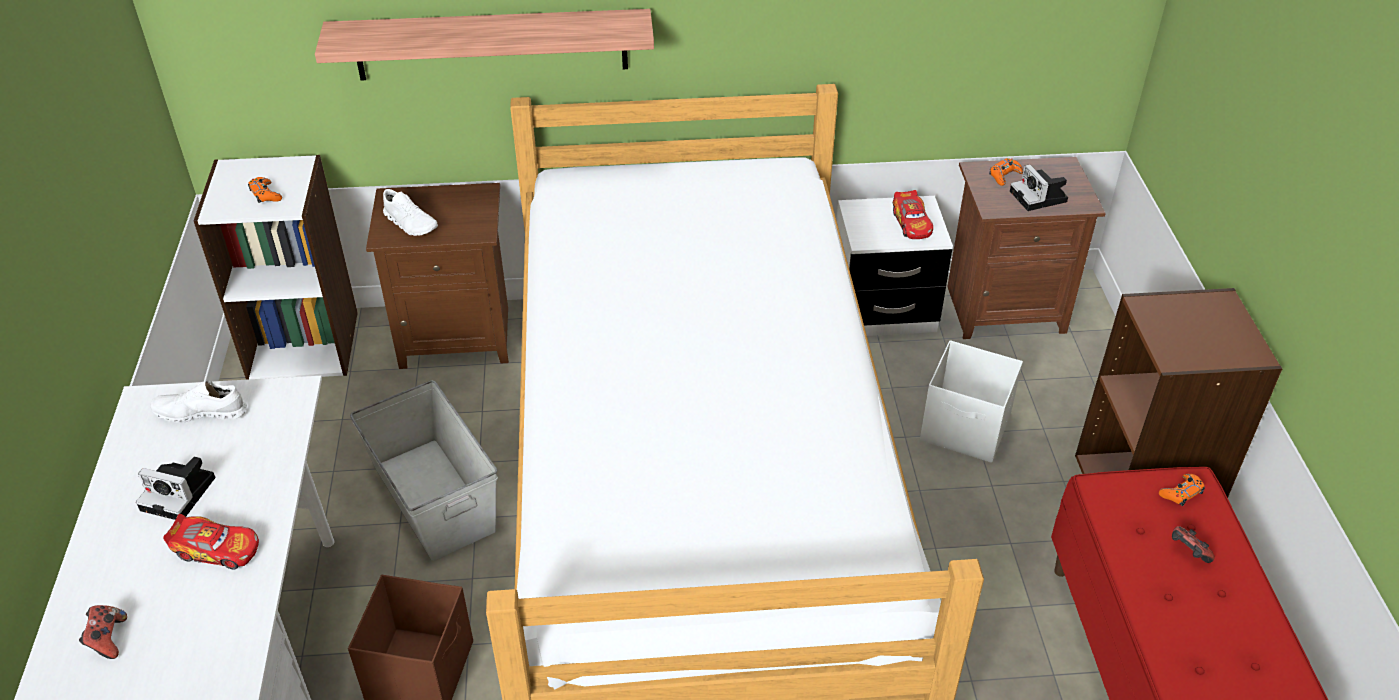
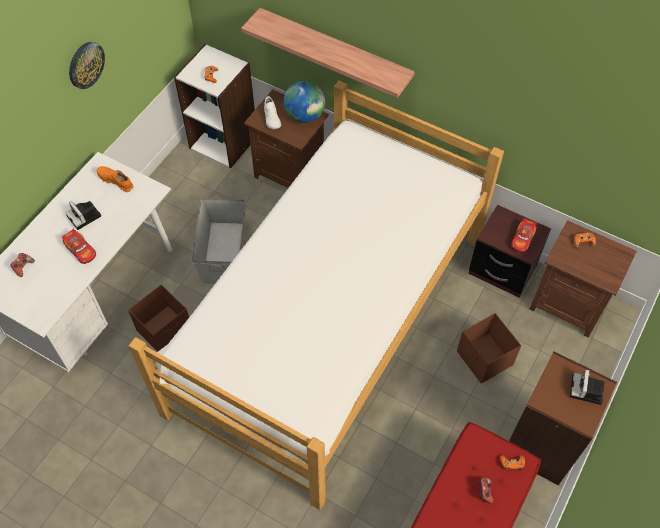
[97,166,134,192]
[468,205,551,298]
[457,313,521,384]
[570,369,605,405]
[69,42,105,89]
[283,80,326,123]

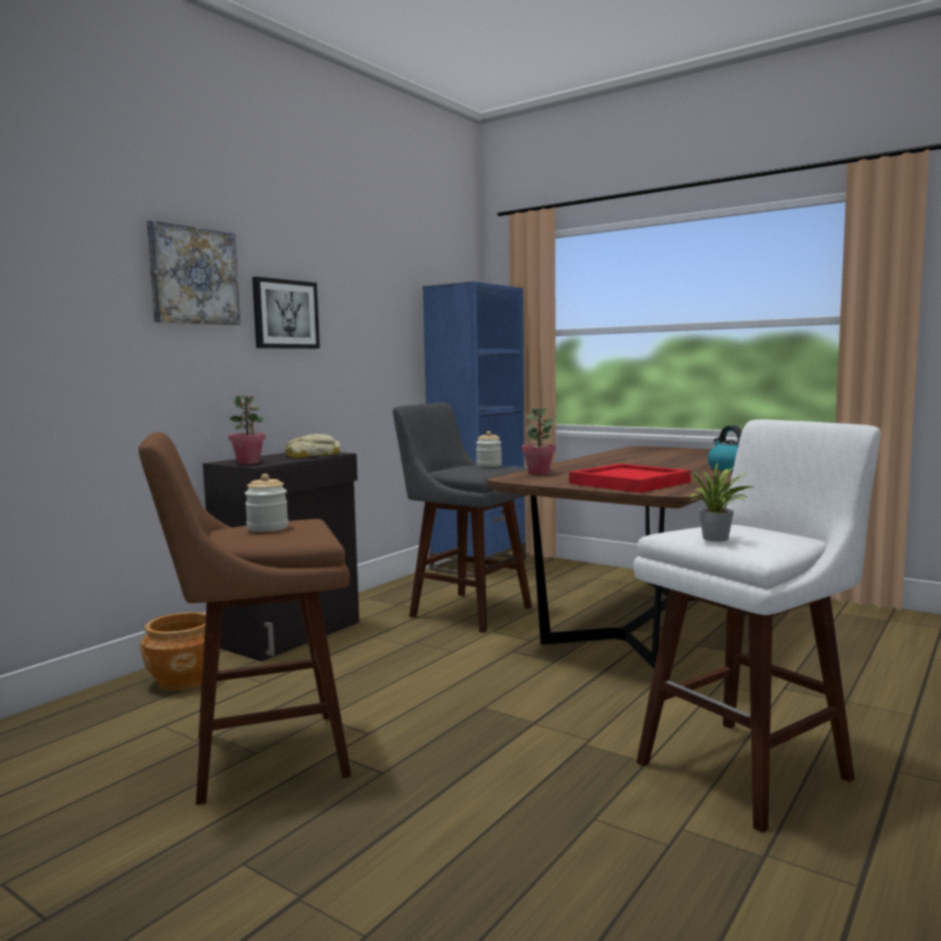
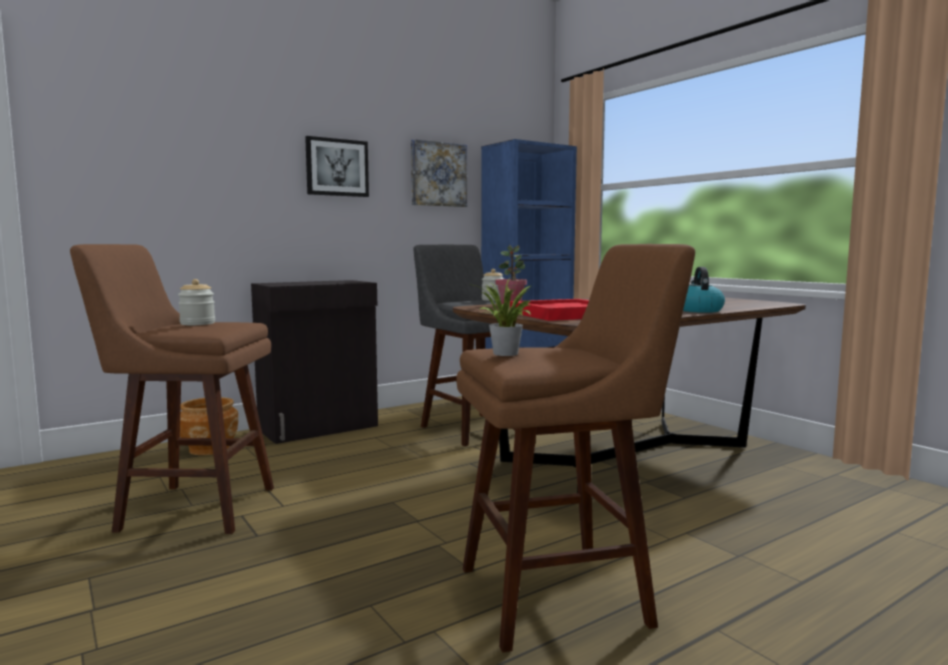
[411,139,467,207]
[228,395,266,464] (first image)
[285,434,340,458] (first image)
[456,244,695,653]

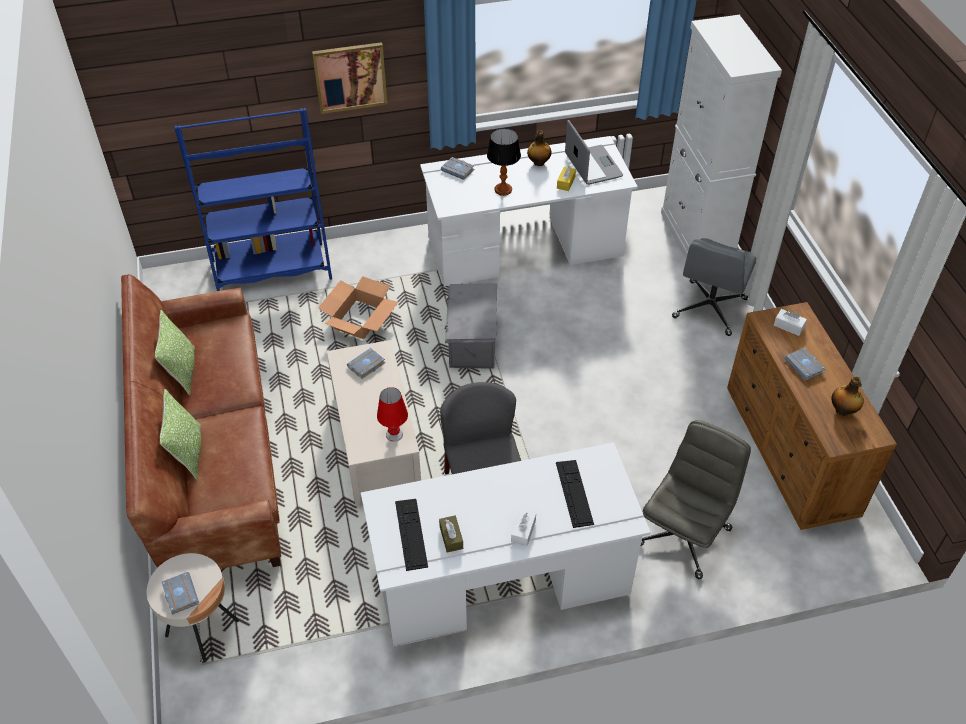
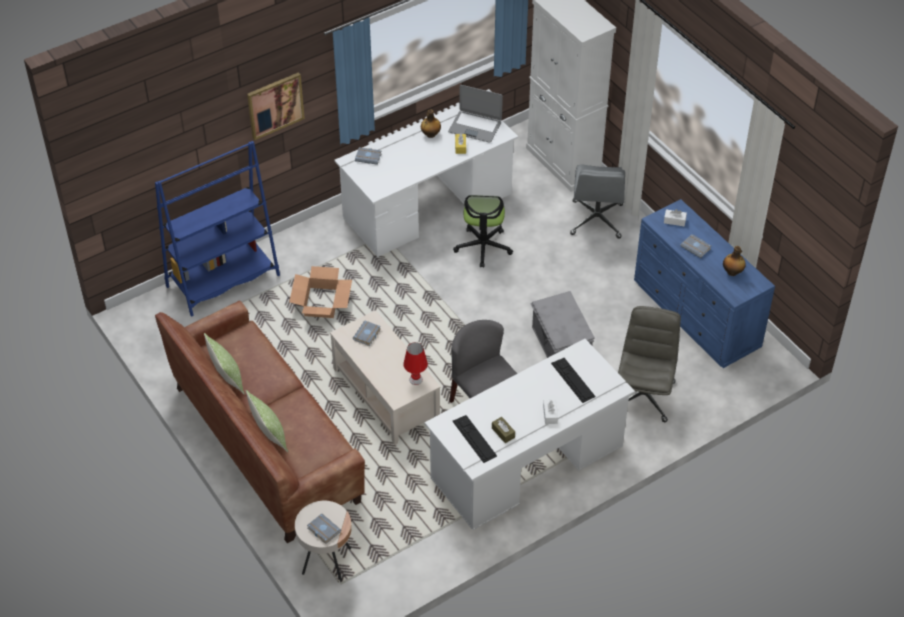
[530,291,595,358]
[487,128,521,196] (first image)
[448,85,503,143]
[634,199,775,368]
[453,195,513,268]

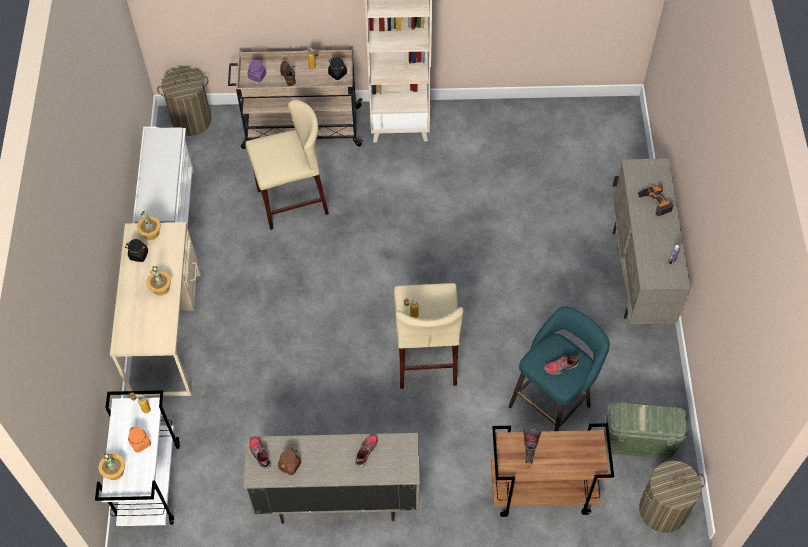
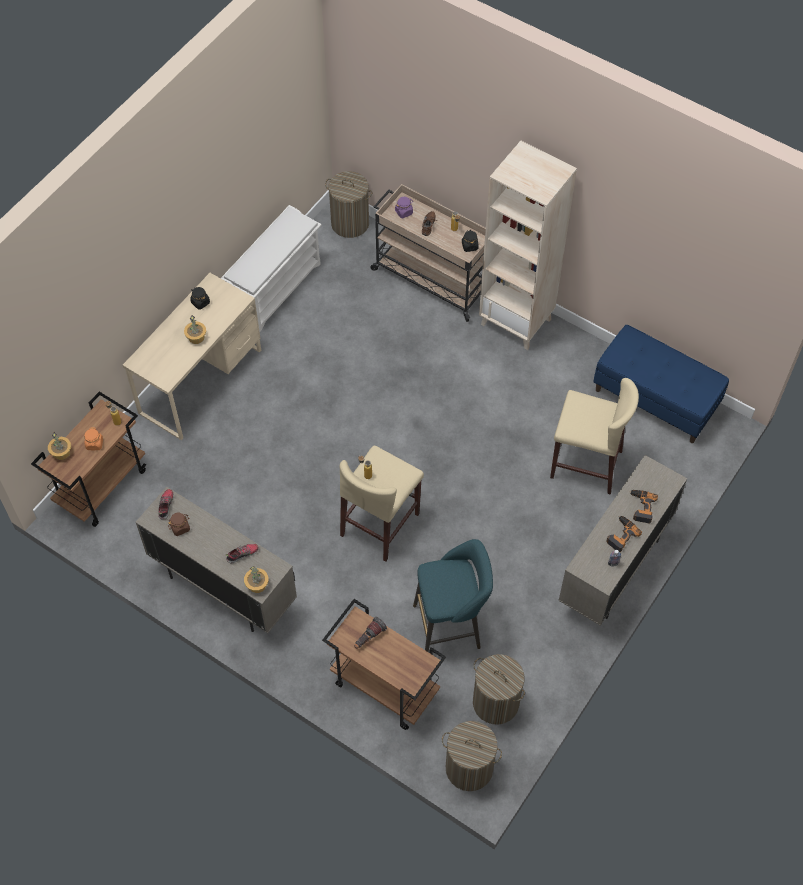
[31,392,146,527]
[244,566,269,593]
[550,378,639,495]
[544,355,579,375] (first image)
[473,654,525,725]
[593,325,729,443]
[606,516,642,552]

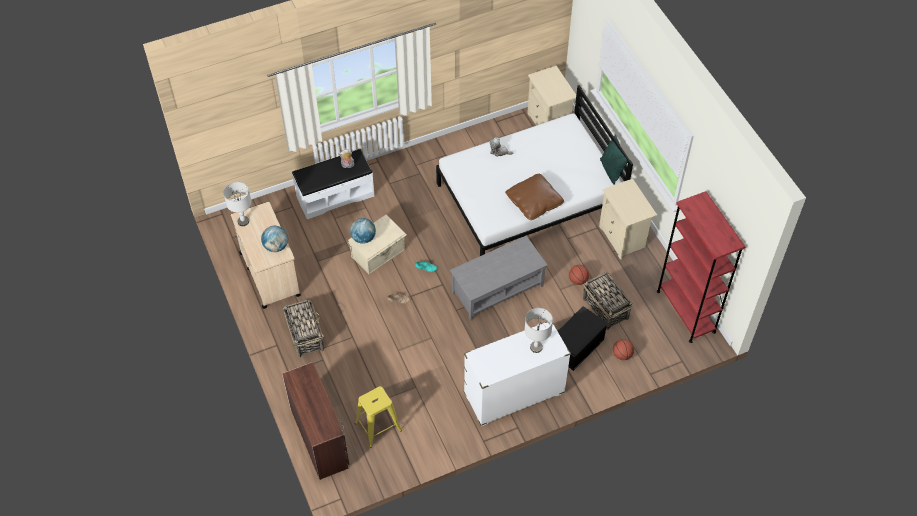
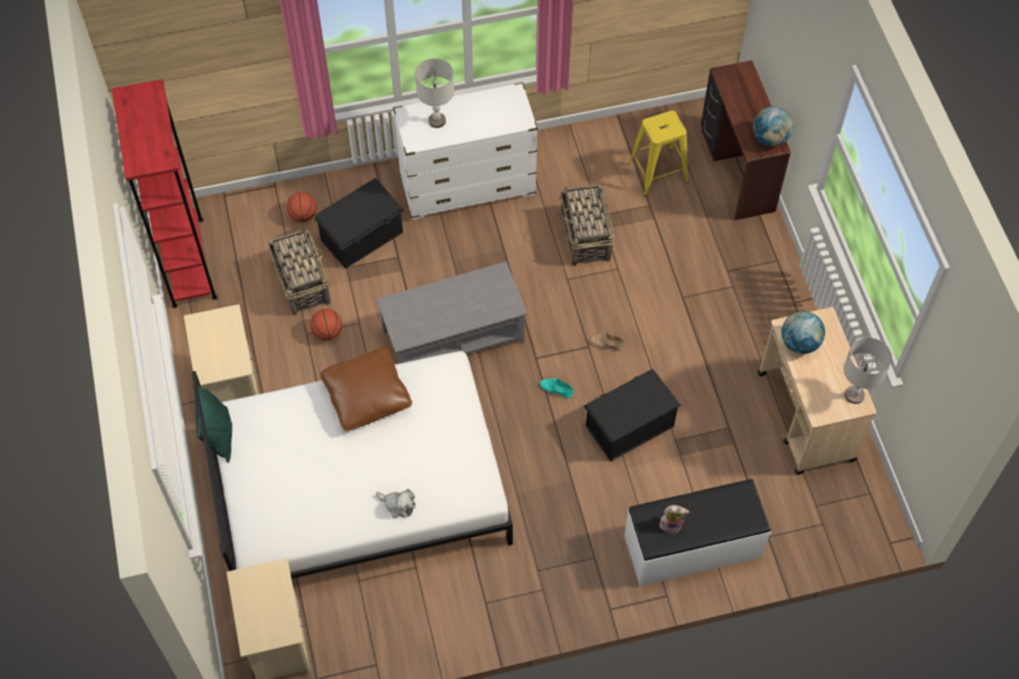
[560,185,614,266]
[584,369,680,461]
[753,106,793,146]

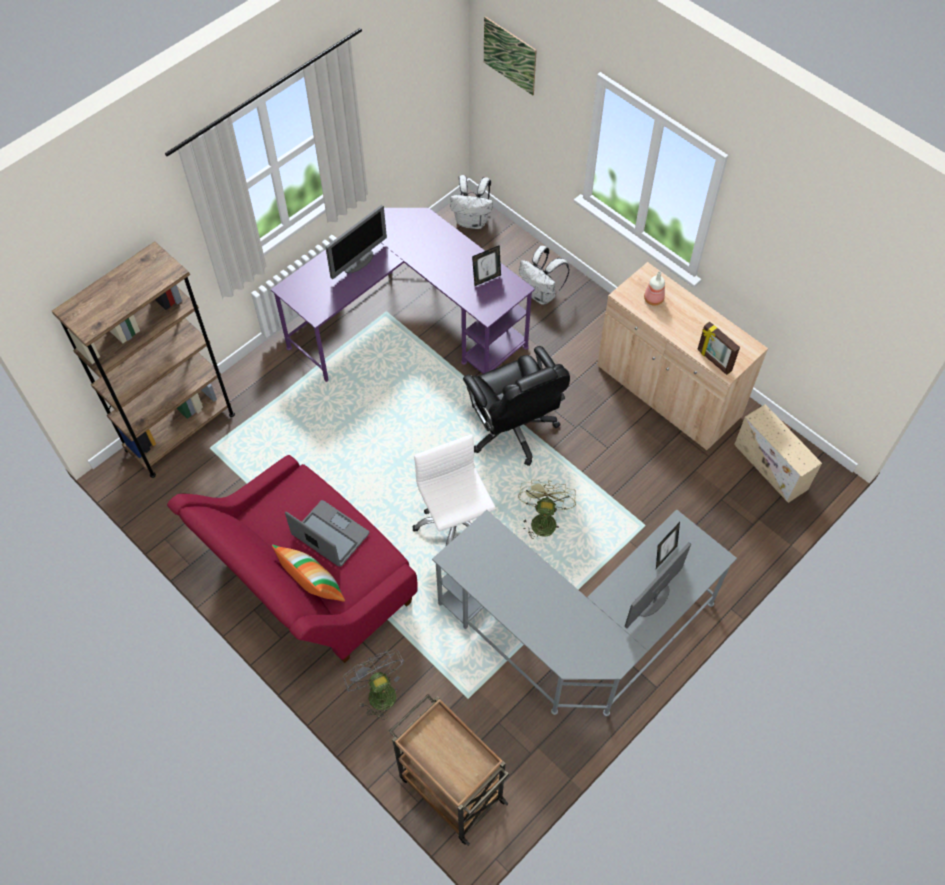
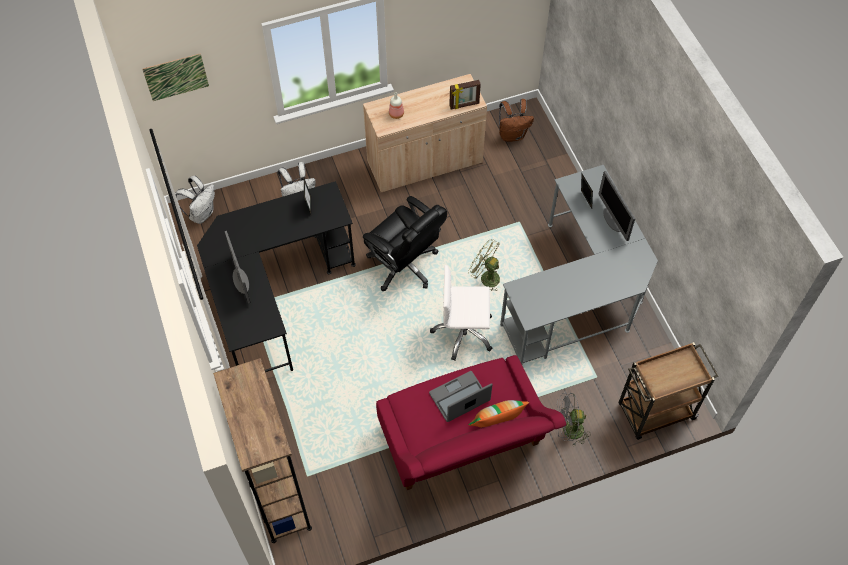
[197,181,356,372]
[363,196,447,291]
[499,99,534,142]

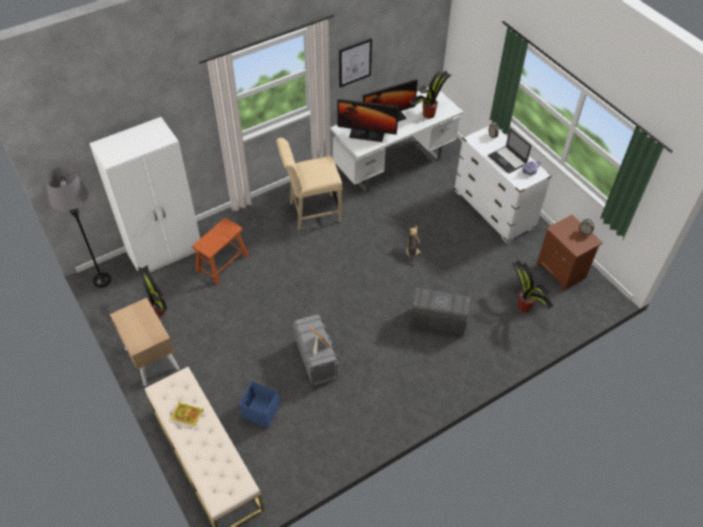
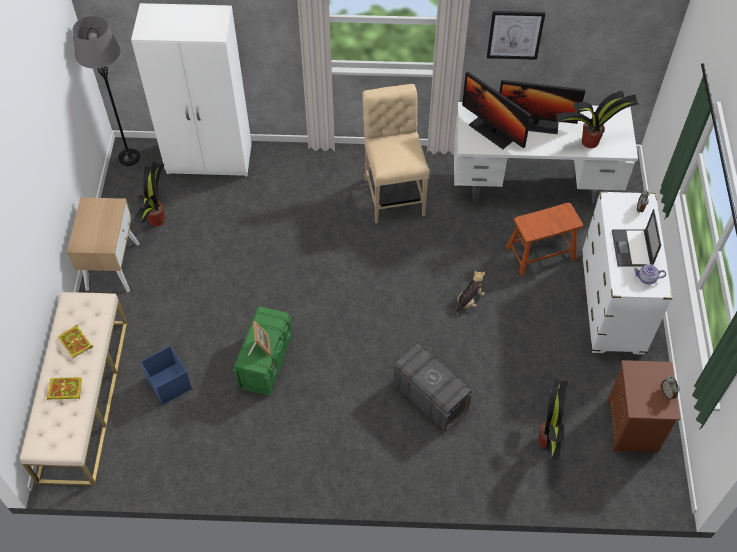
[506,203,583,275]
[362,84,430,224]
[233,306,292,396]
[47,377,82,400]

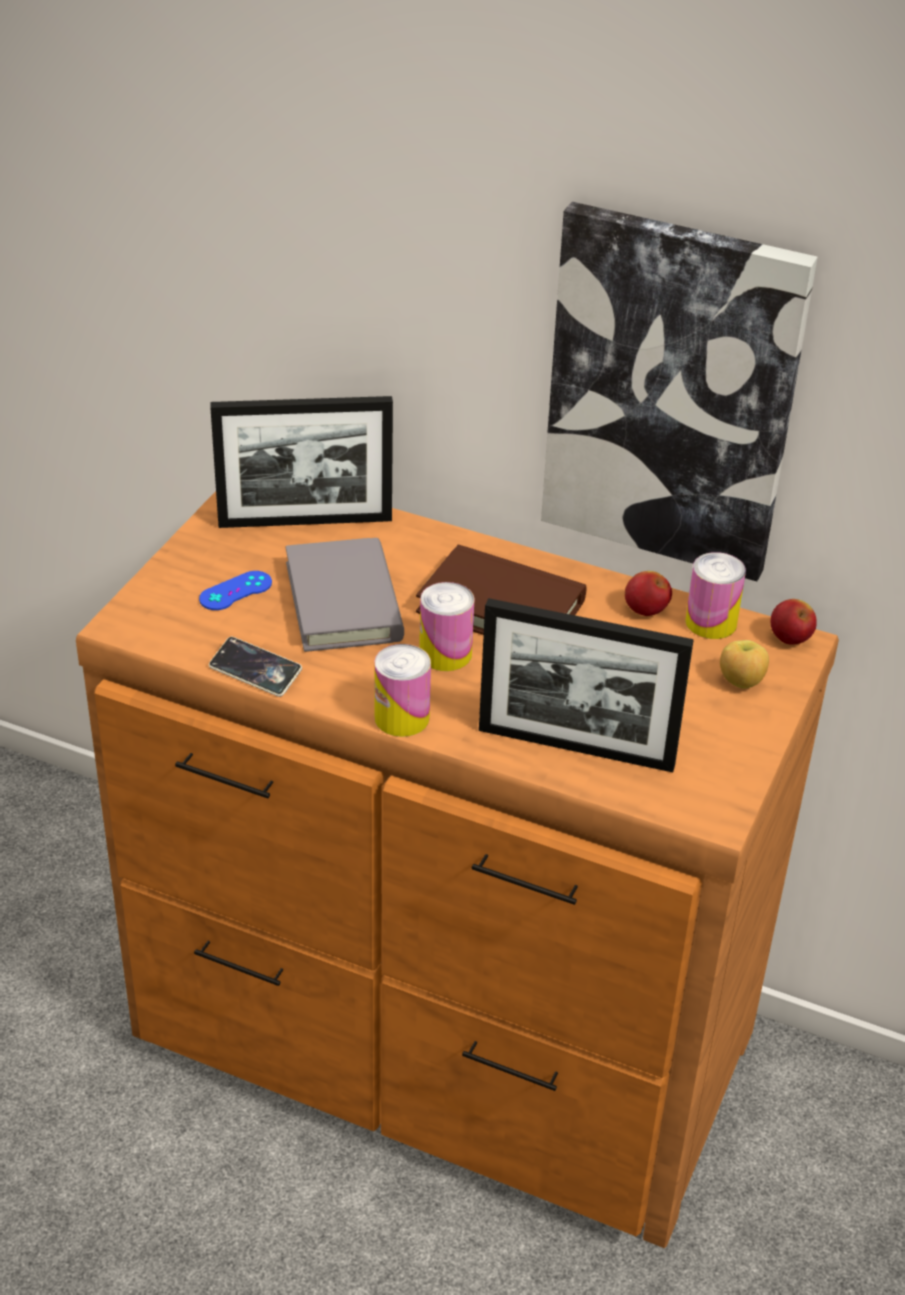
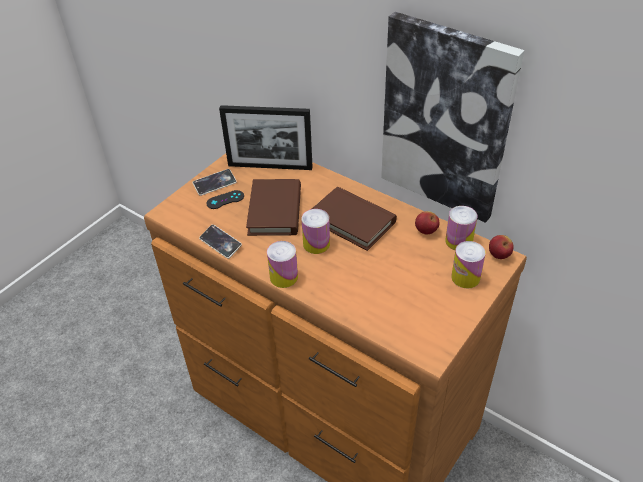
[206,190,244,209]
[246,179,301,236]
[479,598,694,772] (first image)
[451,241,486,289]
[193,169,237,196]

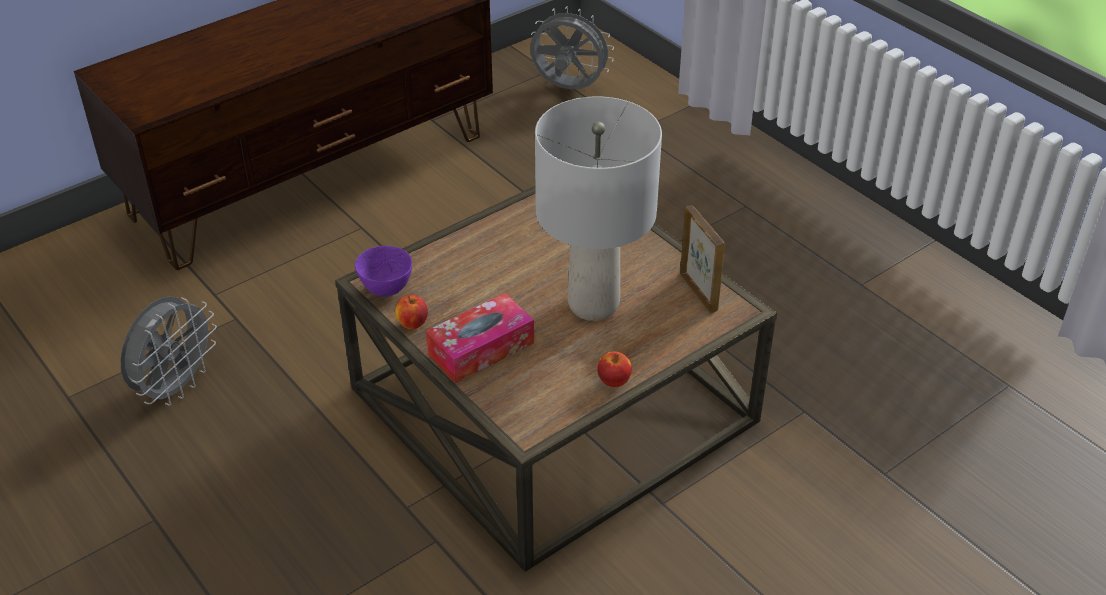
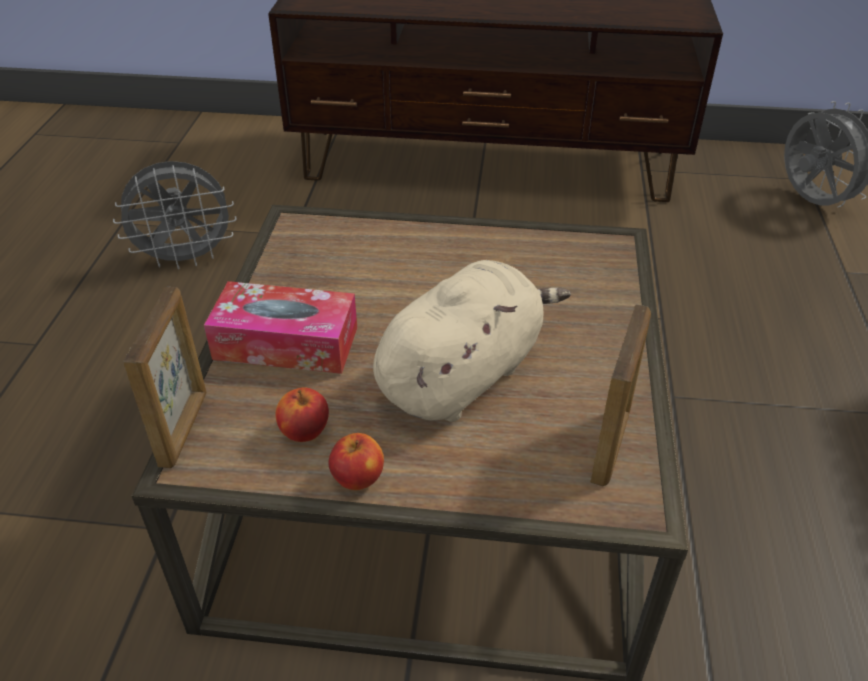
[355,246,412,297] (first image)
[275,387,329,442]
[373,260,571,422]
[123,287,207,469]

